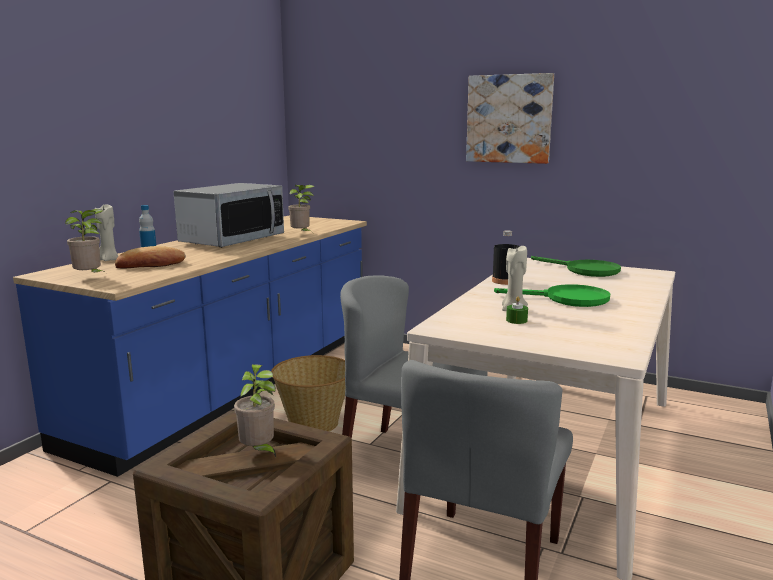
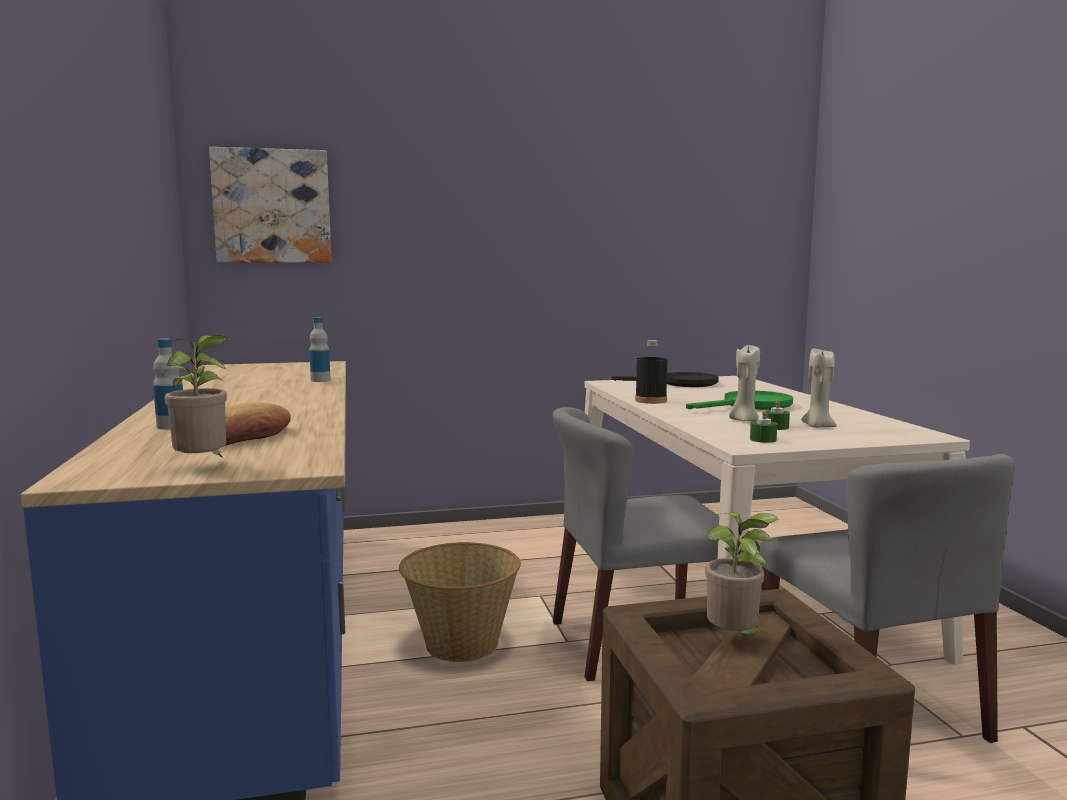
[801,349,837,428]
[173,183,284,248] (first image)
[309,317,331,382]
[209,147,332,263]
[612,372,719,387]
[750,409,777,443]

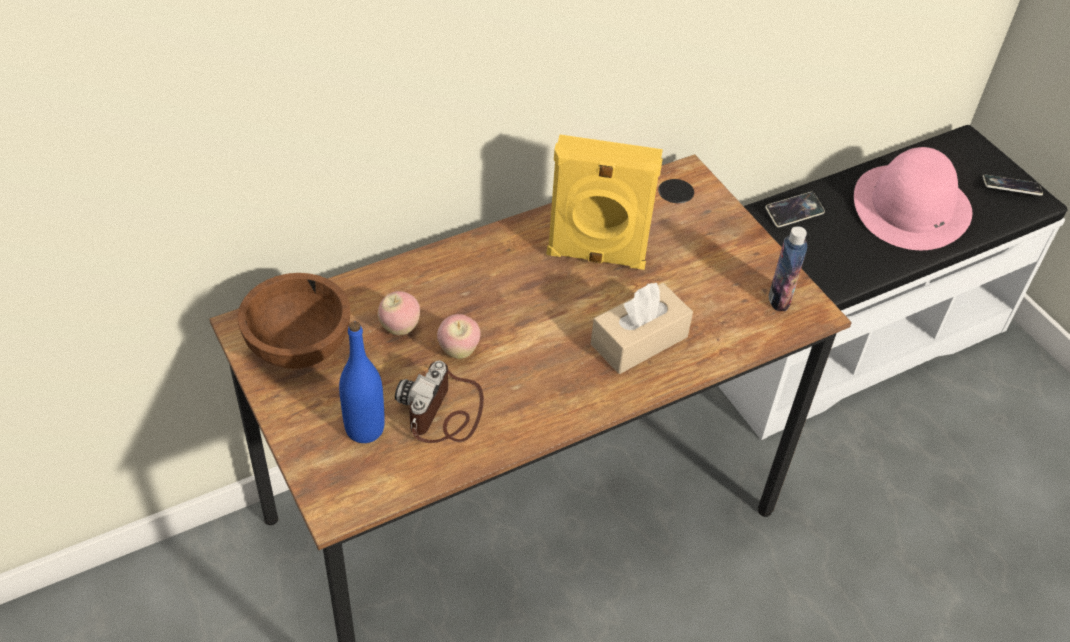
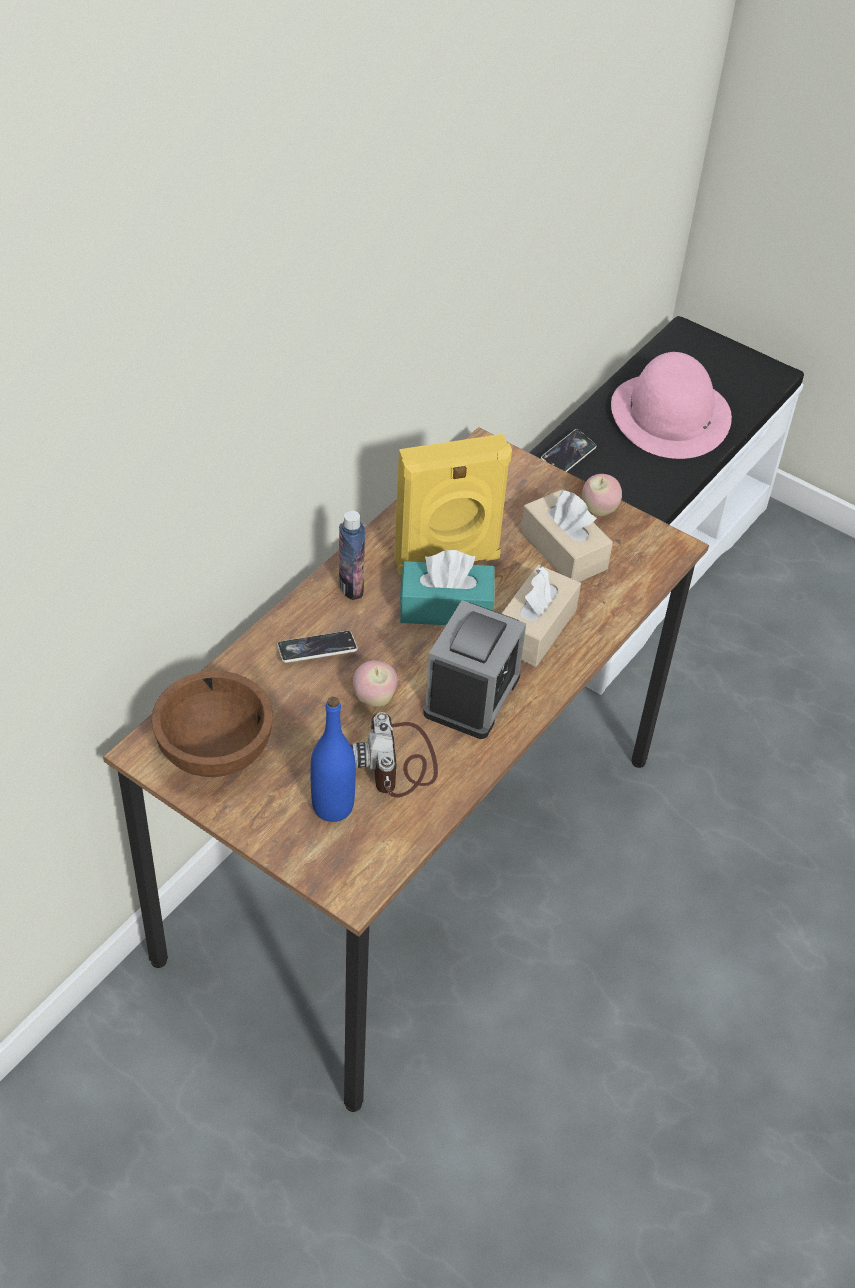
[582,474,622,516]
[339,510,365,600]
[277,631,358,663]
[400,550,495,625]
[423,600,526,739]
[521,488,613,582]

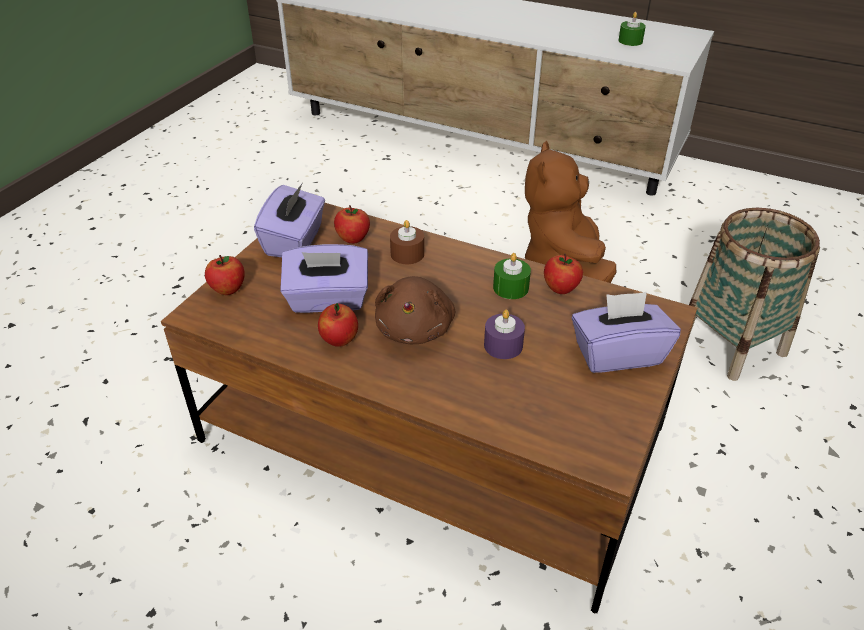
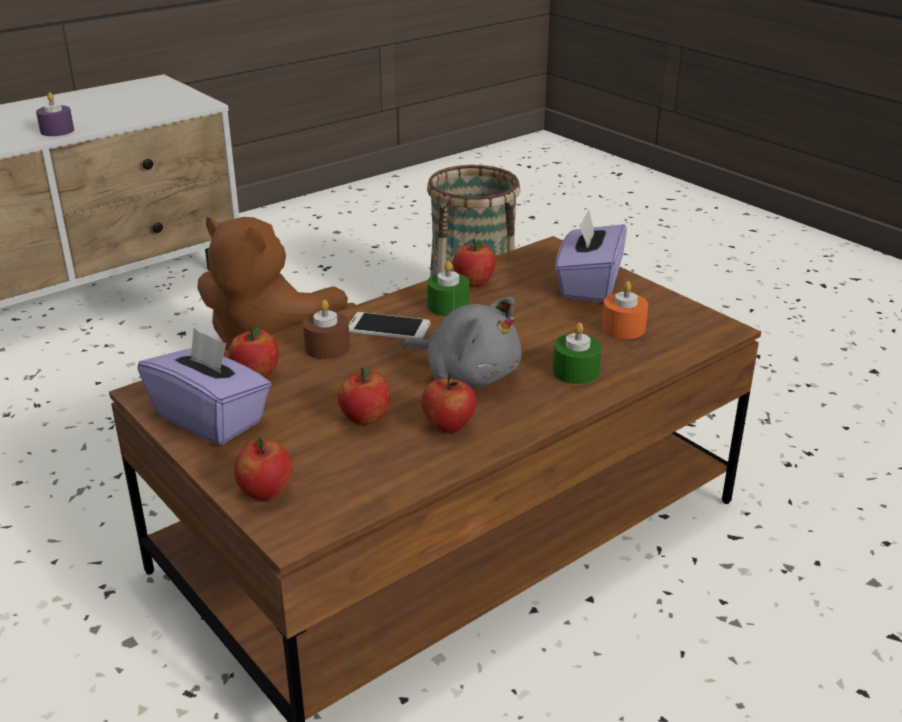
[338,367,390,426]
[403,297,522,386]
[36,92,74,136]
[553,323,602,385]
[349,312,430,339]
[602,281,648,339]

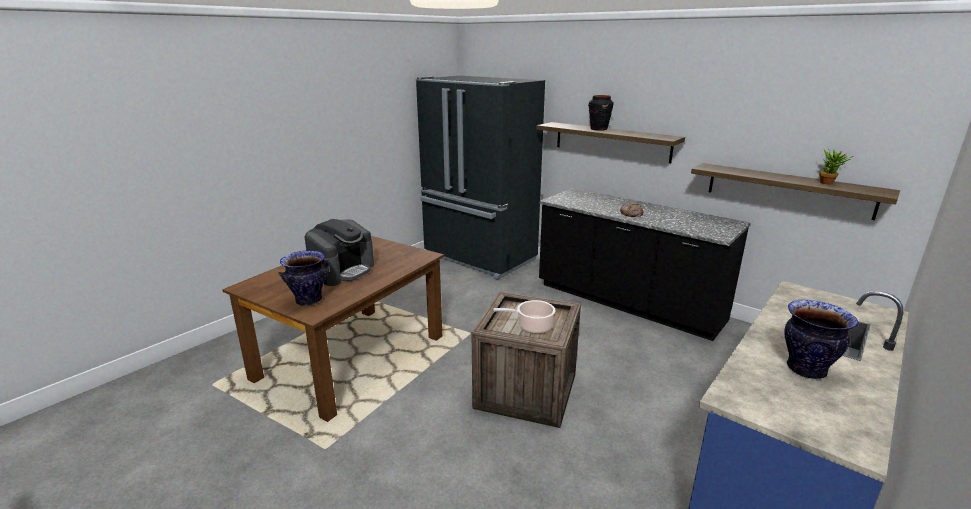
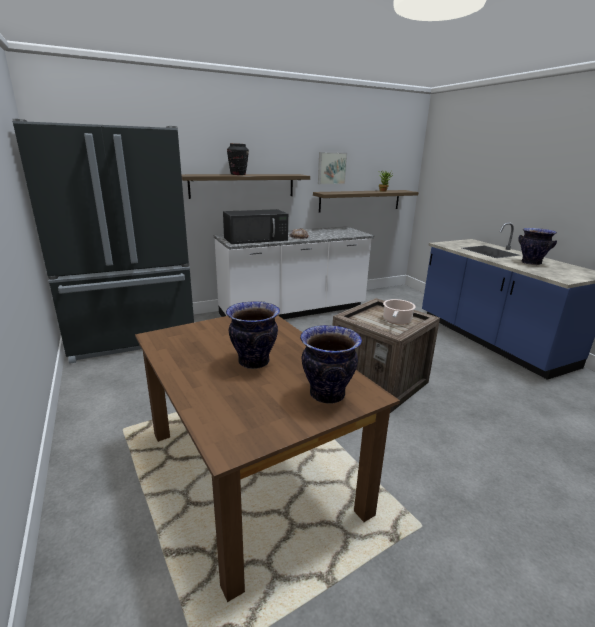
[226,301,280,369]
[214,226,374,319]
[223,209,288,244]
[318,152,347,184]

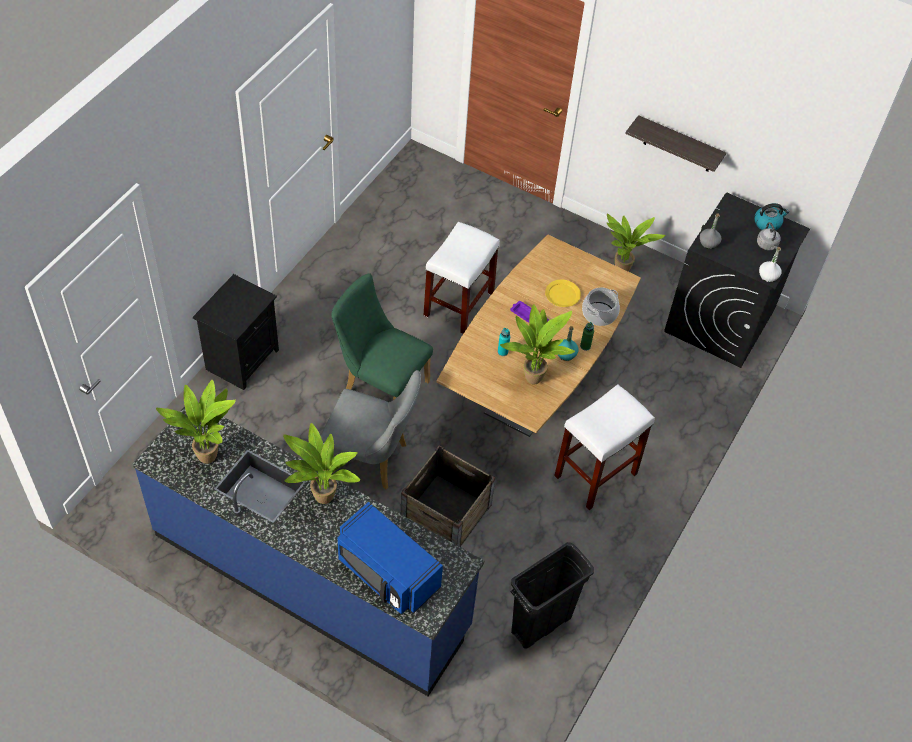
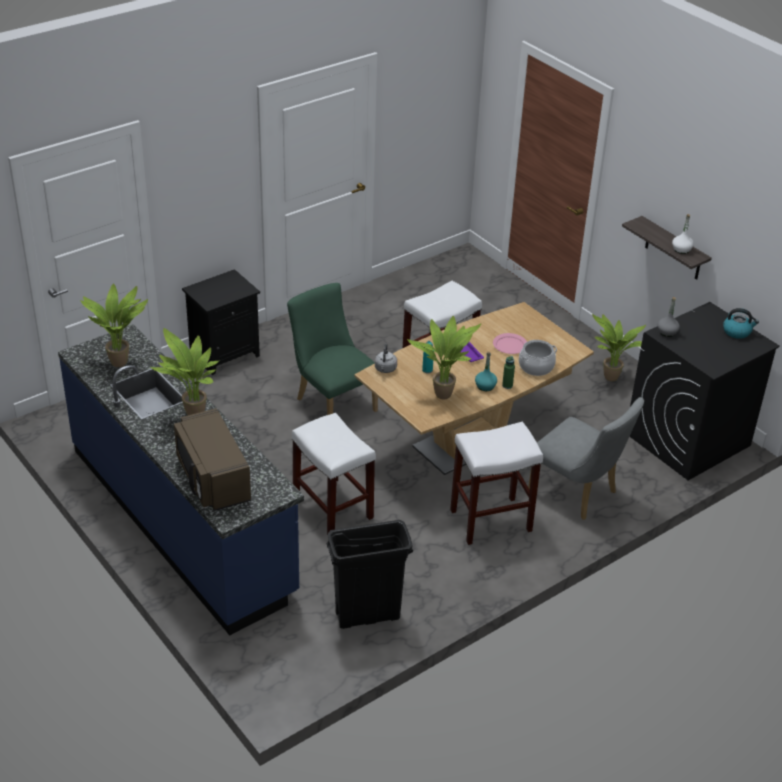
[528,397,644,520]
[174,408,251,511]
[292,413,376,536]
[493,333,527,354]
[375,343,397,373]
[672,214,694,254]

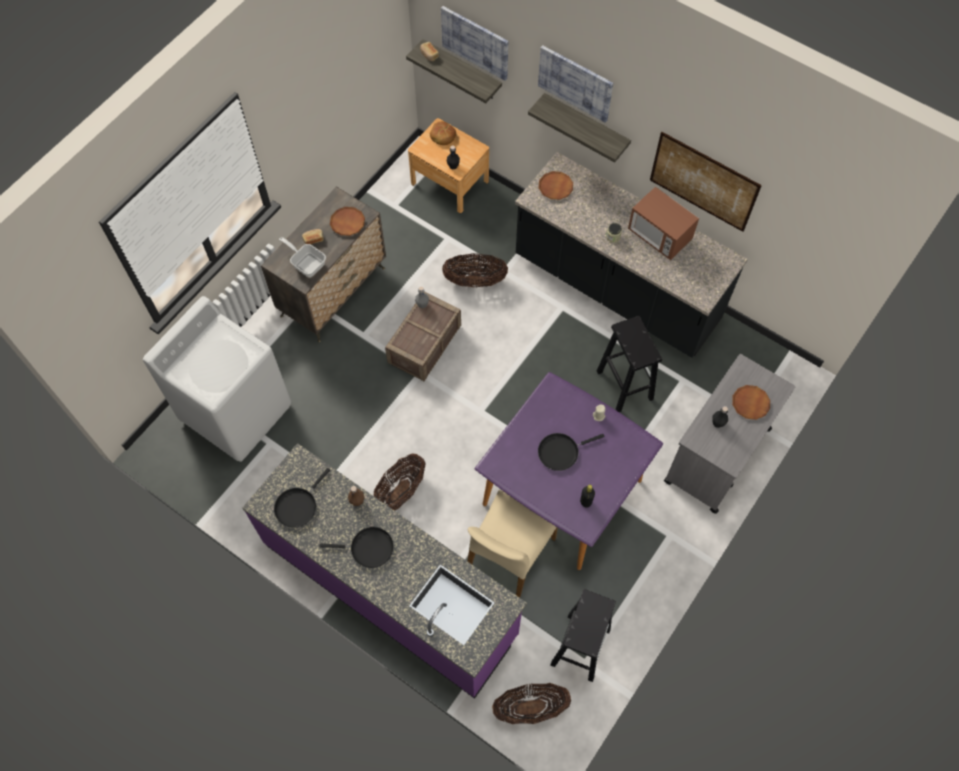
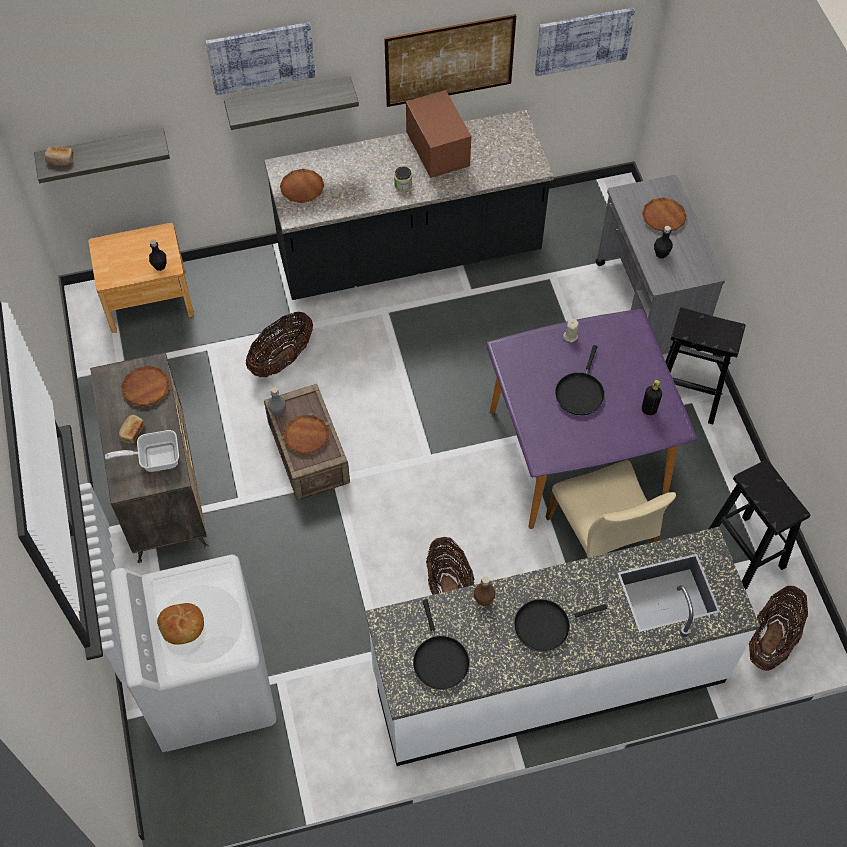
[365,527,760,766]
[514,599,607,652]
[157,603,204,645]
[535,7,635,76]
[665,307,746,425]
[406,90,471,178]
[284,415,329,454]

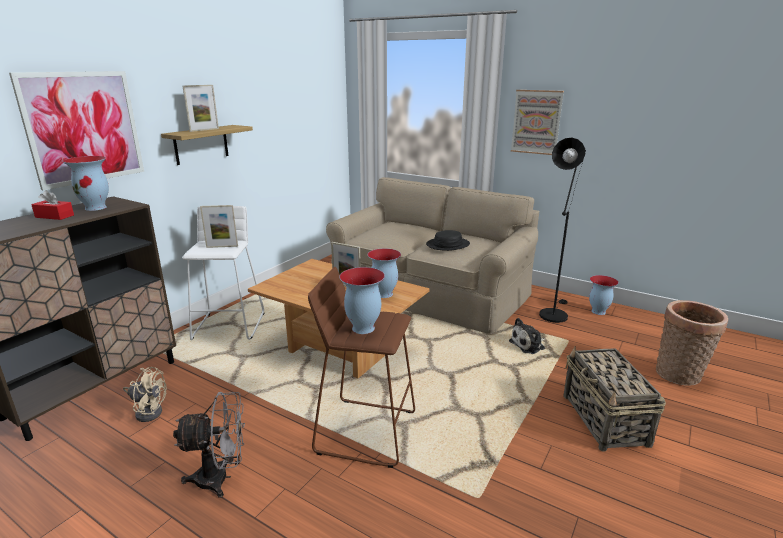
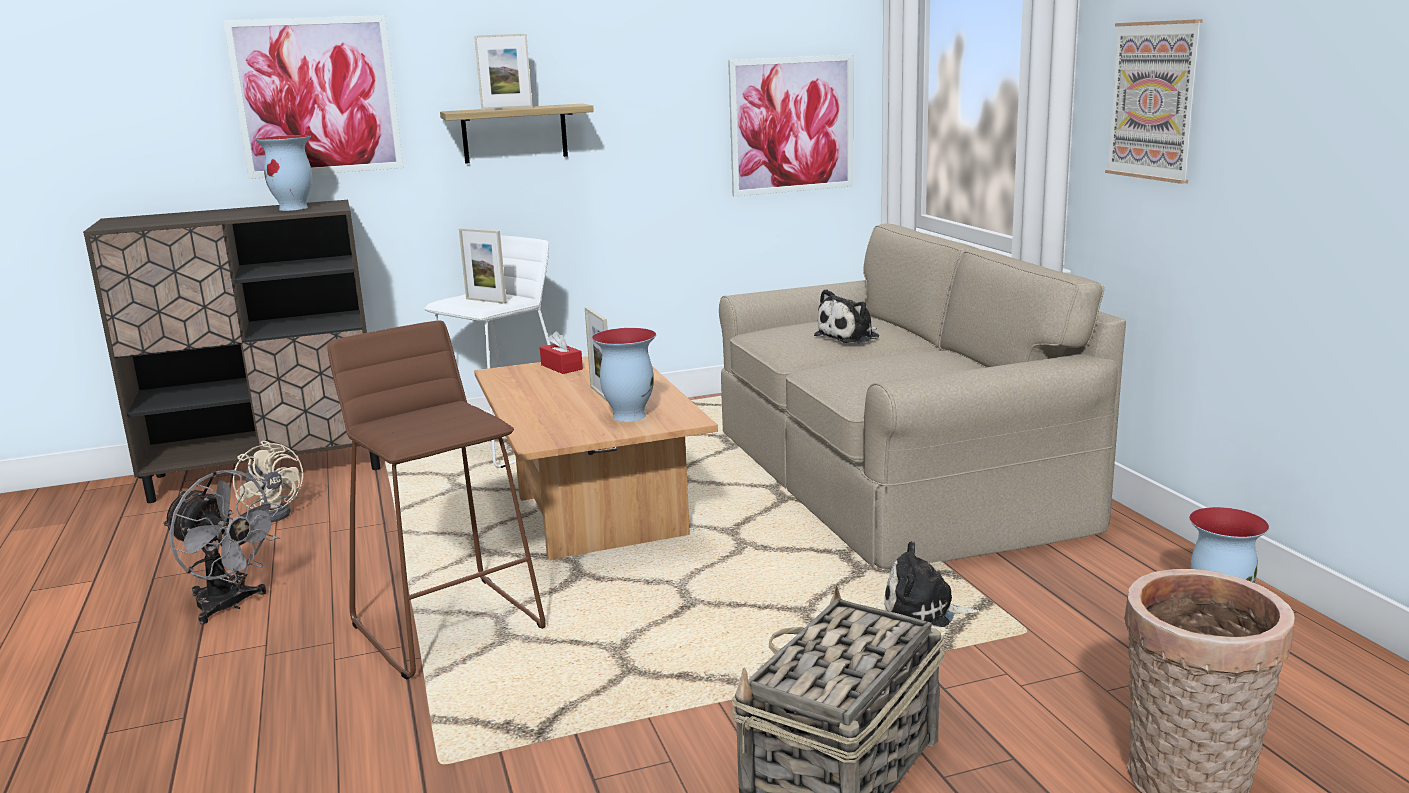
[540,331,583,374]
[339,267,385,334] (first image)
[426,230,470,251] (first image)
[539,138,586,323] (first image)
[728,54,853,196]
[814,289,879,343]

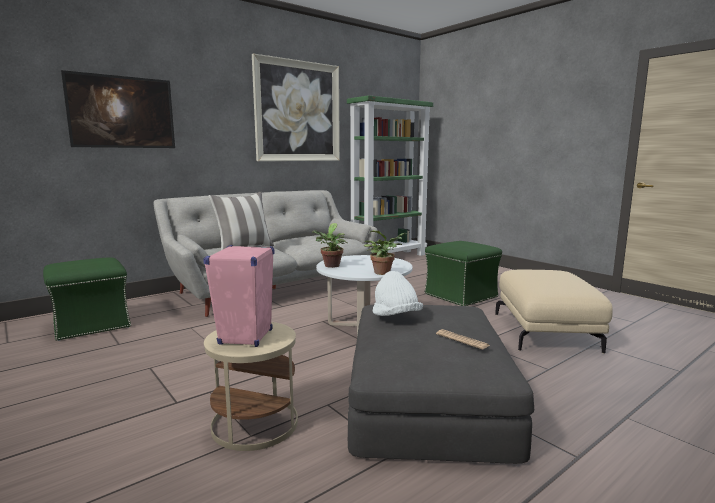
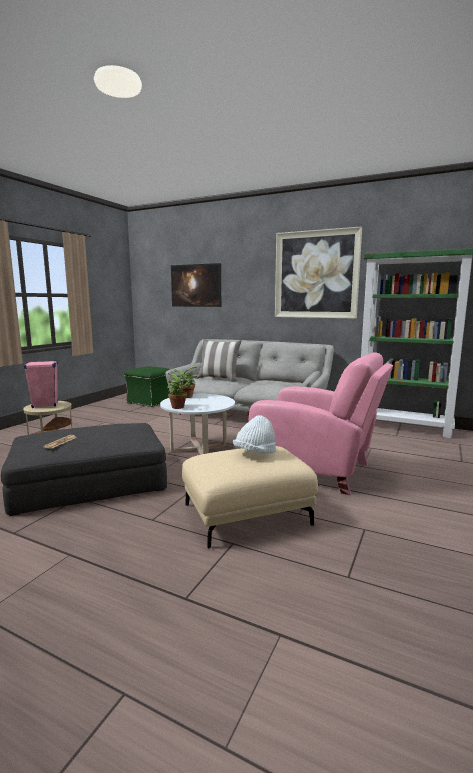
[233,415,276,454]
[249,352,393,495]

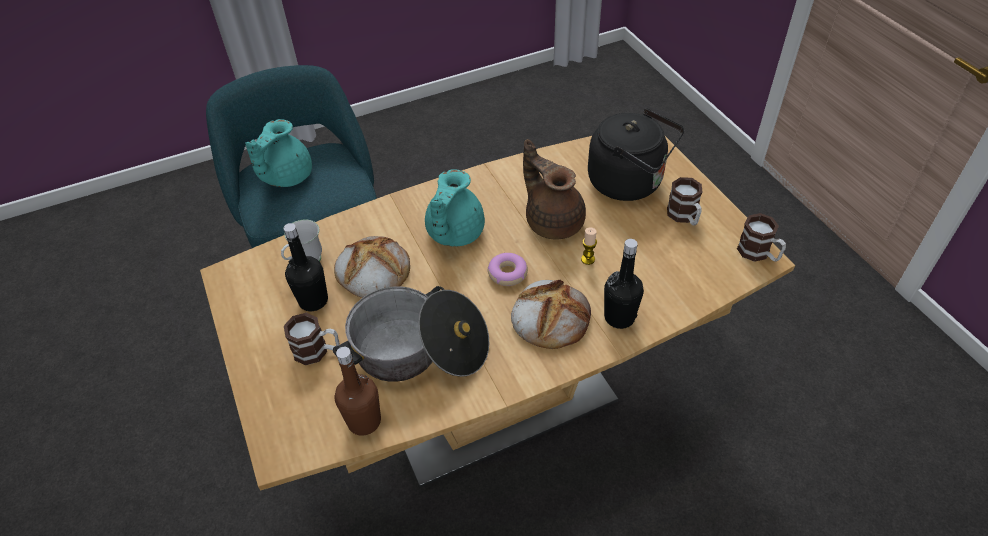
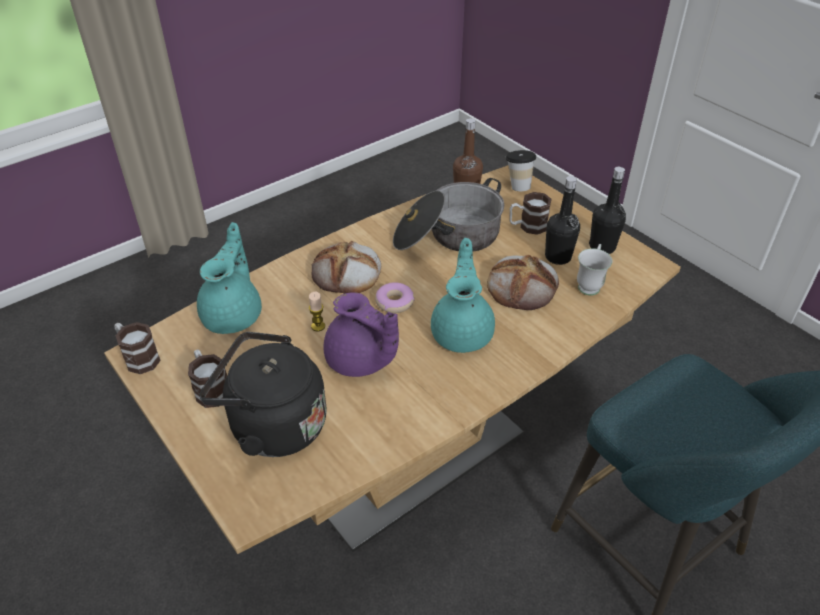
[197,222,262,334]
[323,292,399,377]
[589,167,626,254]
[506,150,536,191]

